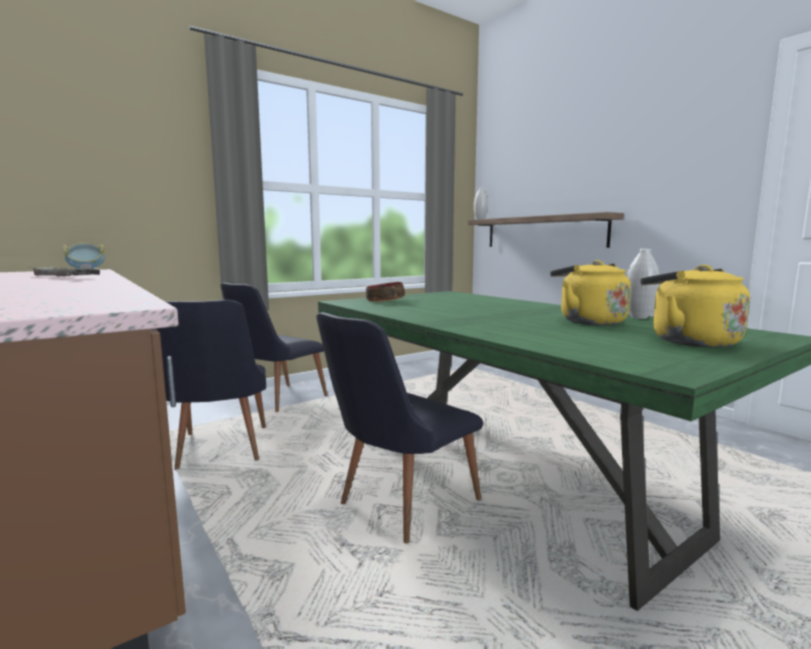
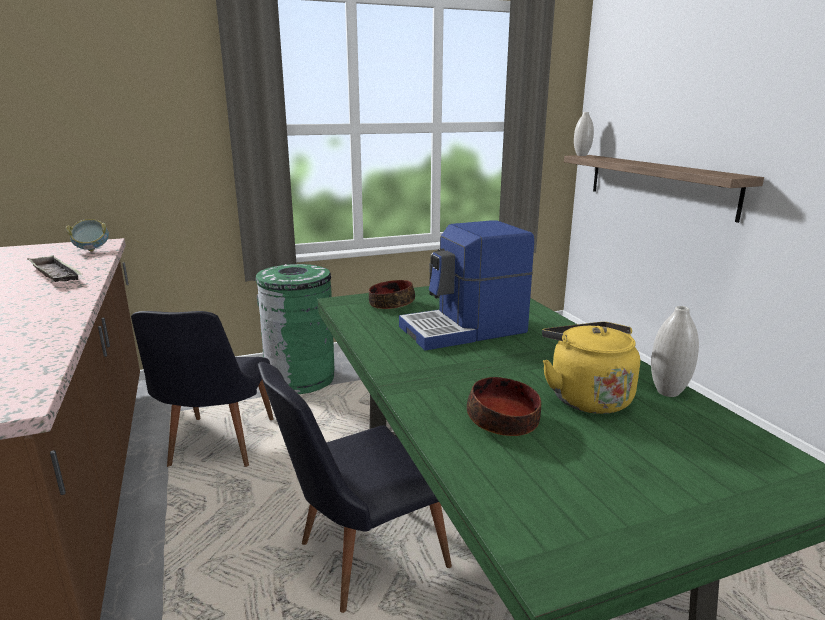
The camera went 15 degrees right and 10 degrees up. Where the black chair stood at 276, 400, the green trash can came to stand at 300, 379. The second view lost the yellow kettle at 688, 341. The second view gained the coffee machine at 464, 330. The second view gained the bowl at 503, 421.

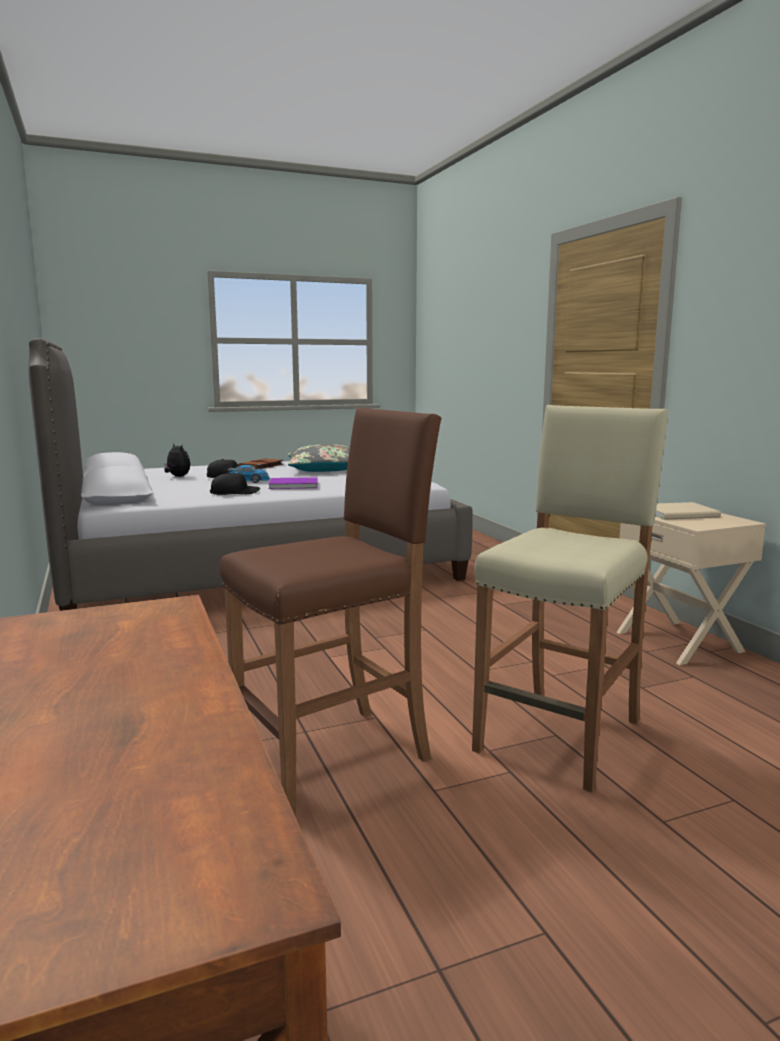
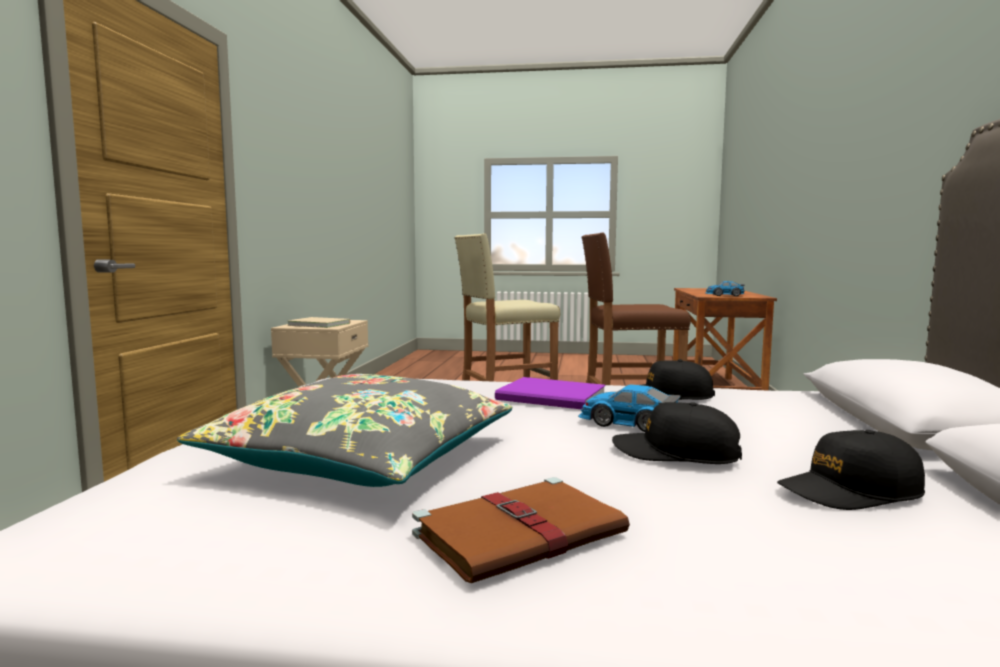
The camera went 150 degrees left and 5 degrees down. Where the plush toy stood at 177, 477, the black cap came to stand at 850, 491. The second view gained the toy car at 724, 295.

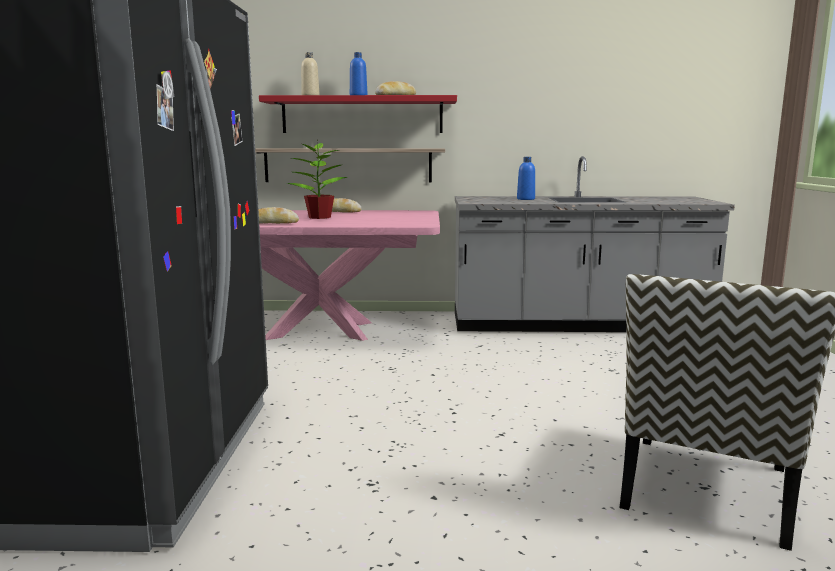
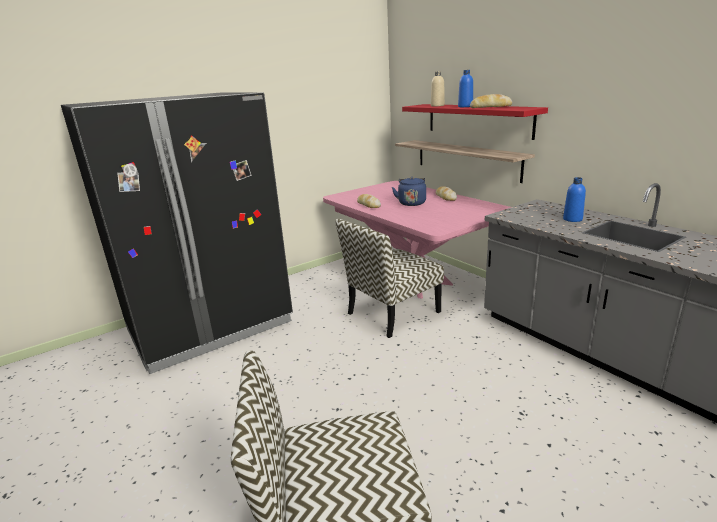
The camera went 55 degrees right and 10 degrees up. Where the potted plant stood at 319, 217, the blue kettle came to stand at 411, 203. The second view gained the chair at 392, 313.

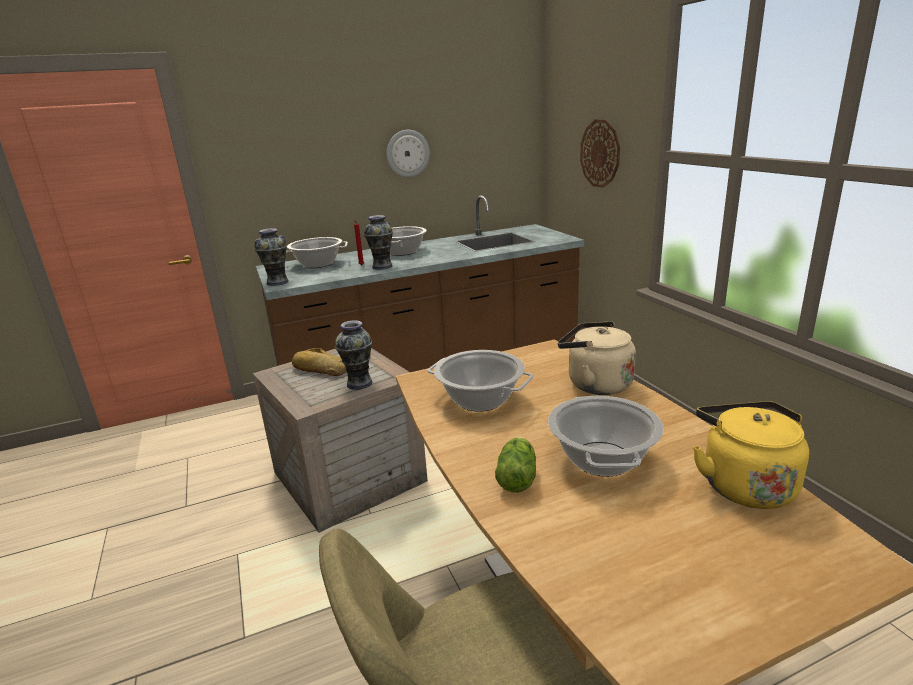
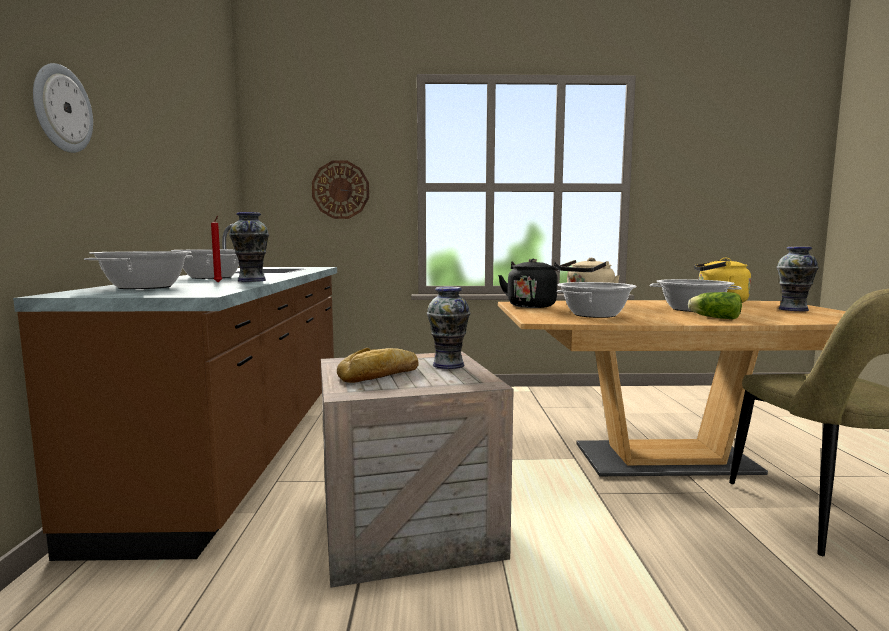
The camera went 70 degrees left and 15 degrees down. The vase ended up elsewhere, having gone from 277, 282 to 793, 309. The wall clock ended up elsewhere, having gone from 407, 153 to 61, 109. The second view gained the black kettle at 531, 306.

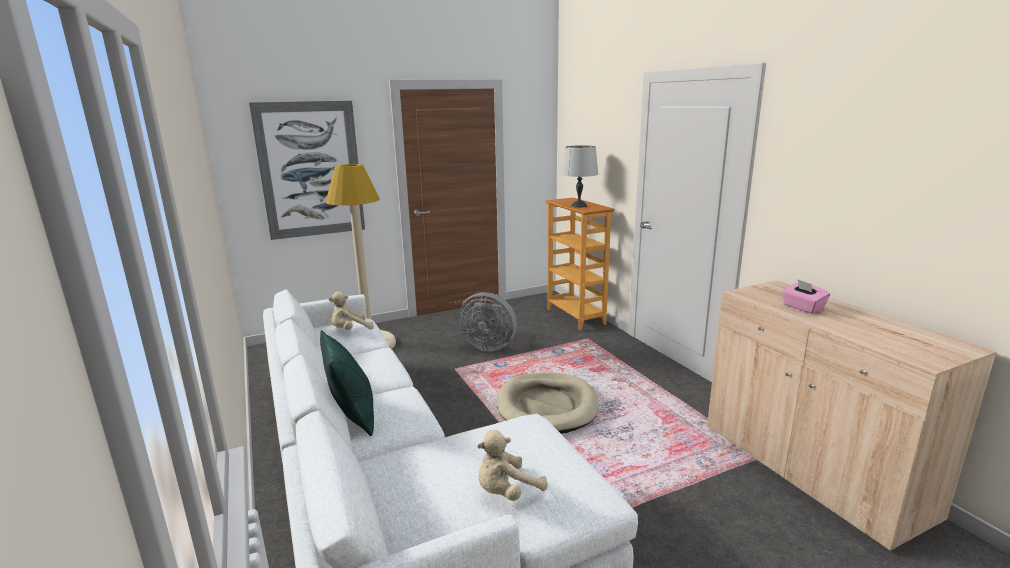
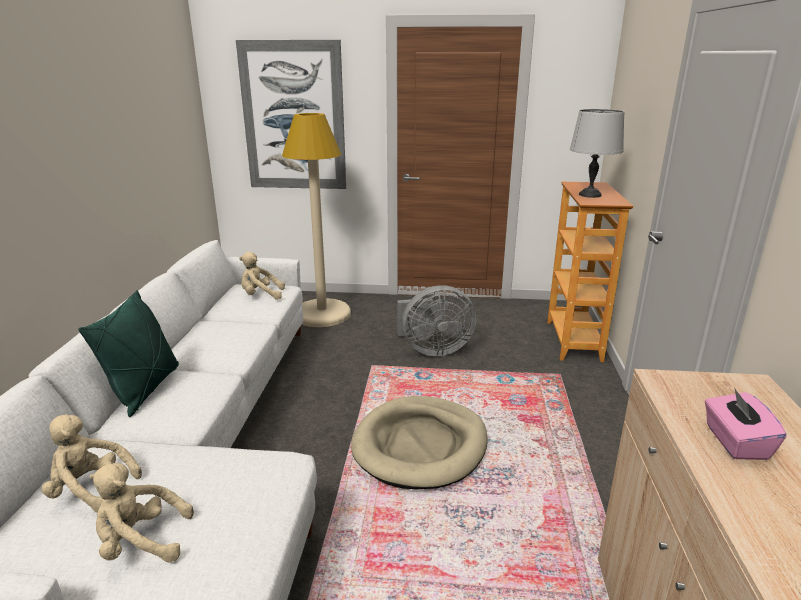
The camera went 30 degrees right and 5 degrees up. The grey fan at 488, 346 ended up facing another way, 60 degrees counterclockwise from before. The second view gained the beige plush toy at 90, 490.

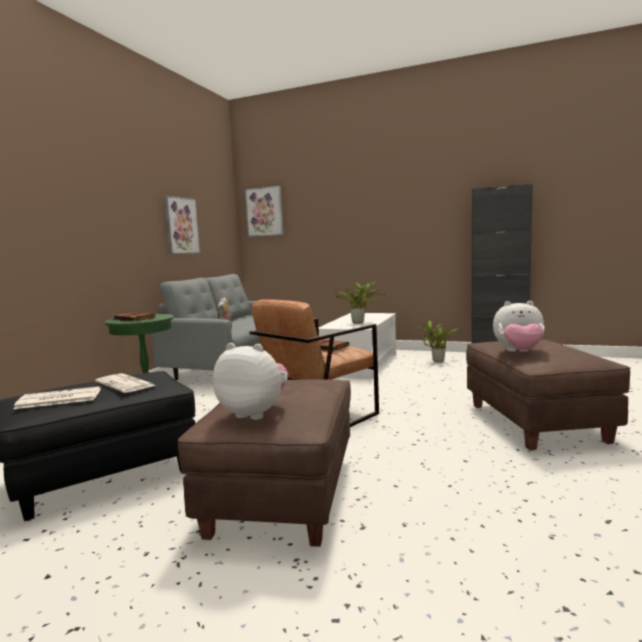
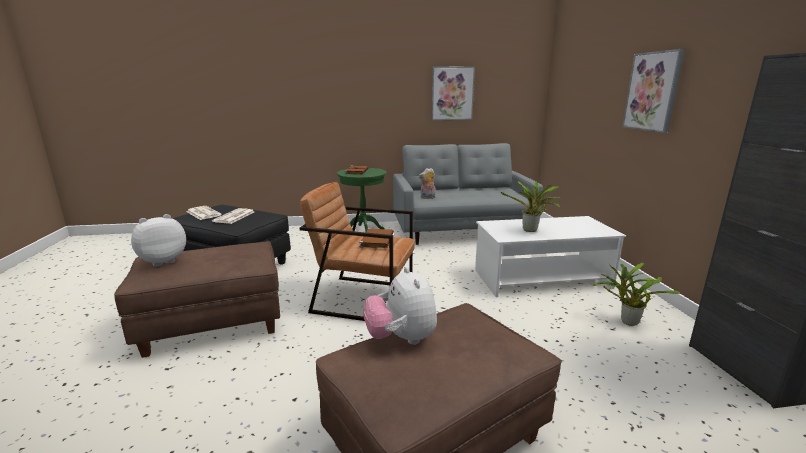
The camera went 60 degrees right and 10 degrees up. The plush toy at 254, 413 ended up facing another way, 120 degrees counterclockwise from before. The picture ended up elsewhere, having gone from 264, 212 to 652, 91.

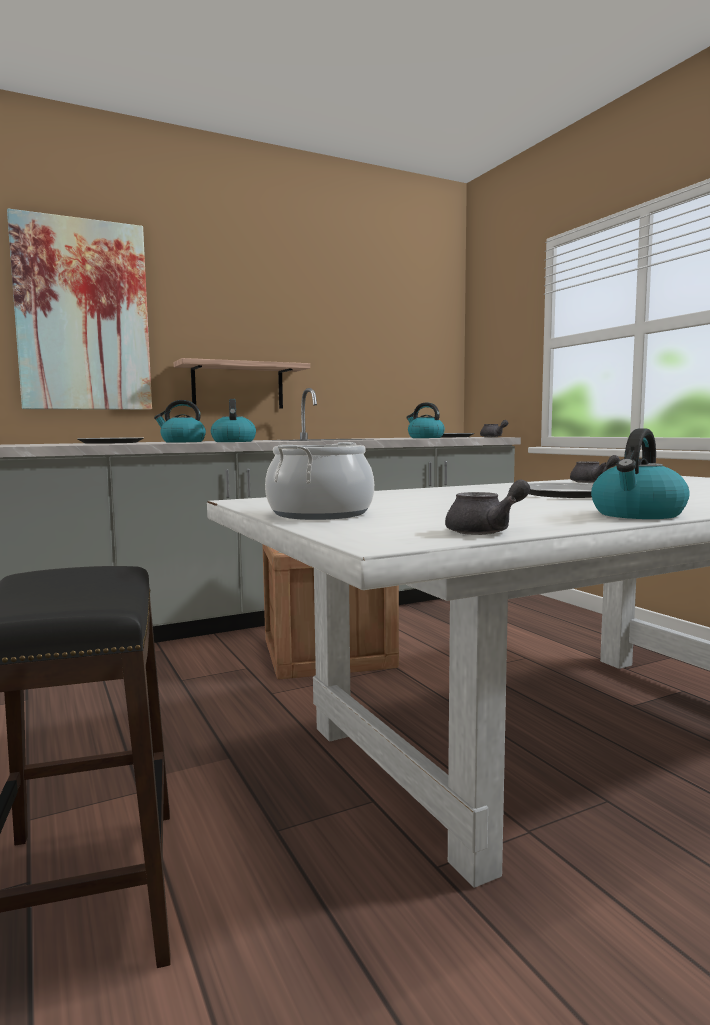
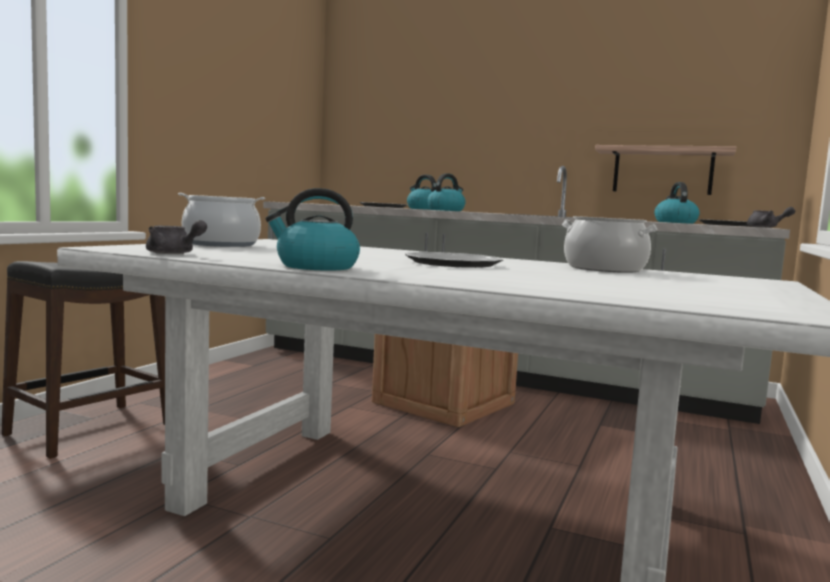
The camera went 50 degrees right and 0 degrees up. The second view lost the picture at 83, 316. The shelf ended up elsewhere, having gone from 238, 386 to 662, 171. Where the grey teapot stood at 593, 482, the cooking pot came to stand at 605, 269.

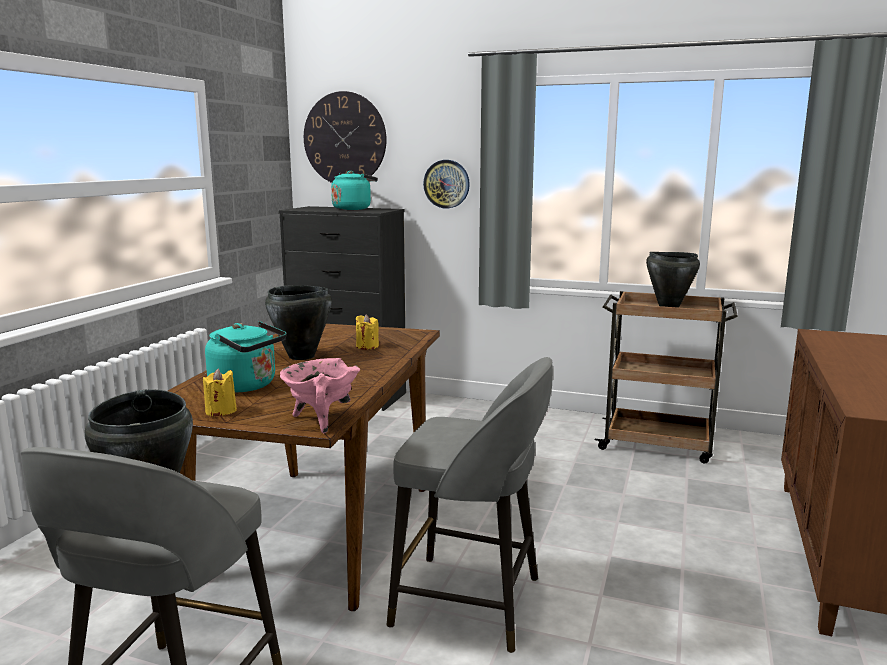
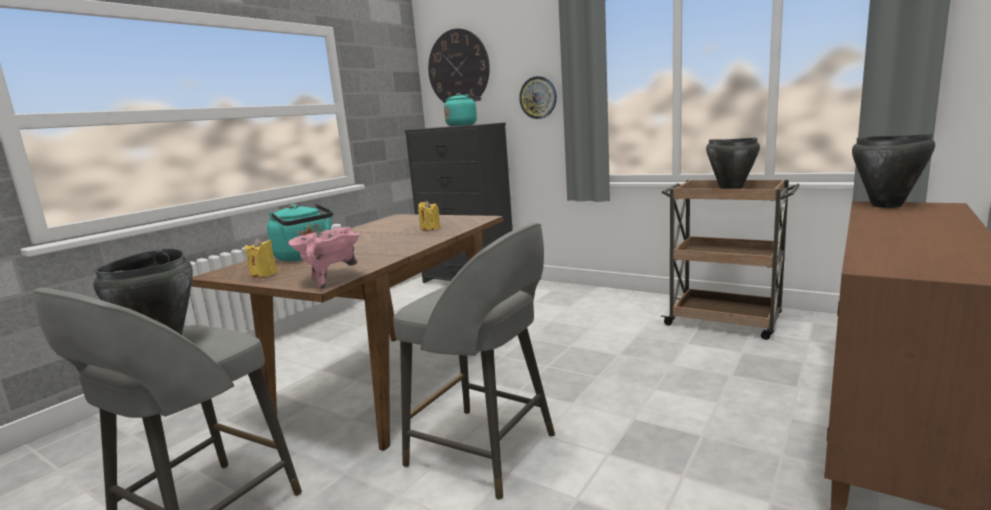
The camera went 15 degrees right and 0 degrees up. The black cooking pot ended up elsewhere, having gone from 301, 356 to 886, 205.

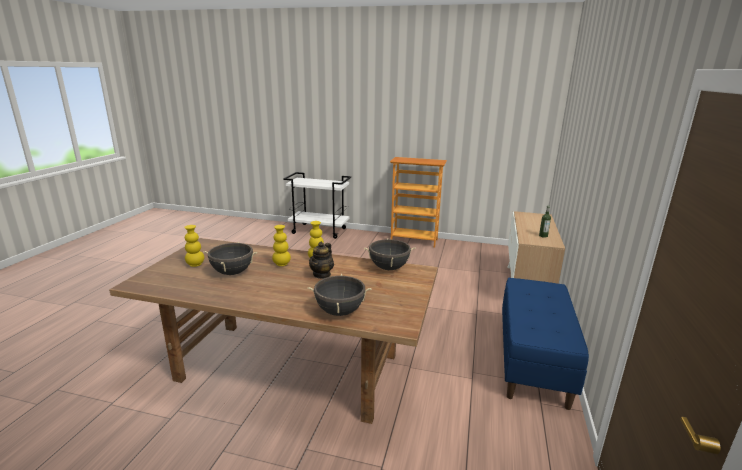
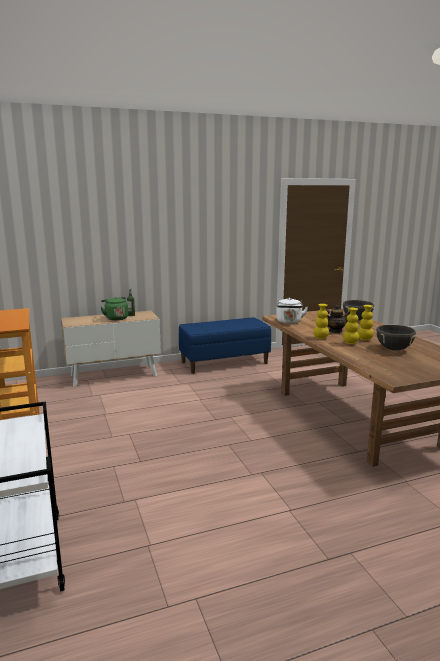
The camera went 125 degrees left and 5 degrees down. The yellow vase ended up elsewhere, having gone from 195, 264 to 365, 339. Where the black cooking pot stood at 389, 268, the white kettle came to stand at 289, 322. The second view gained the green kettle at 115, 318.

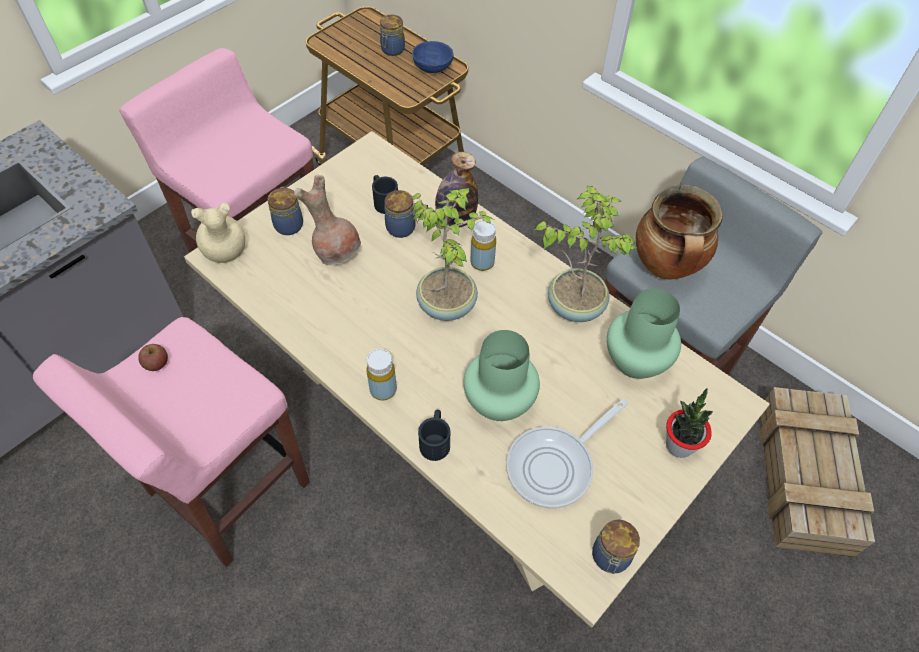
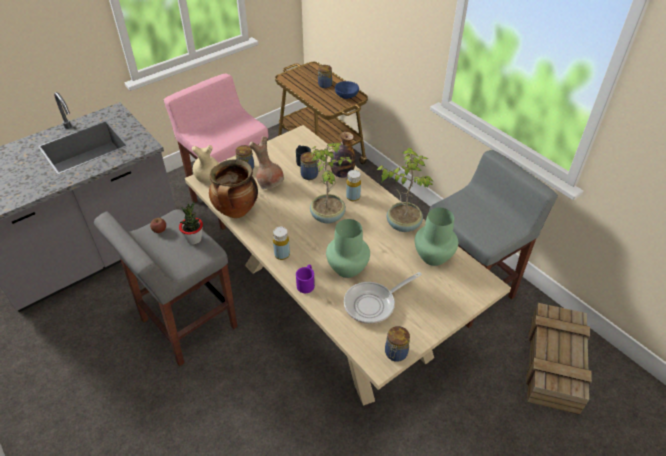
The camera went 10 degrees right and 10 degrees down. What was the pink stool at 226, 489 turned into the grey stool at 187, 324. What was the black mug at 435, 440 turned into the purple mug at 306, 283. The cooking pot ended up elsewhere, having gone from 667, 267 to 236, 211. The potted plant ended up elsewhere, having gone from 679, 445 to 194, 239.

